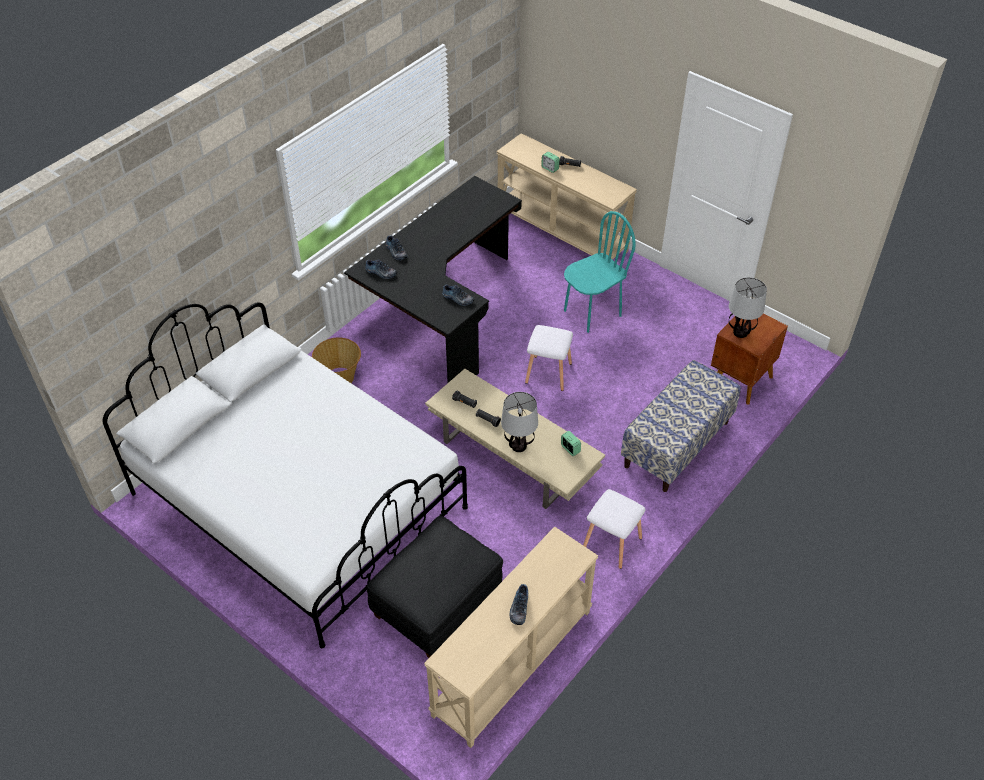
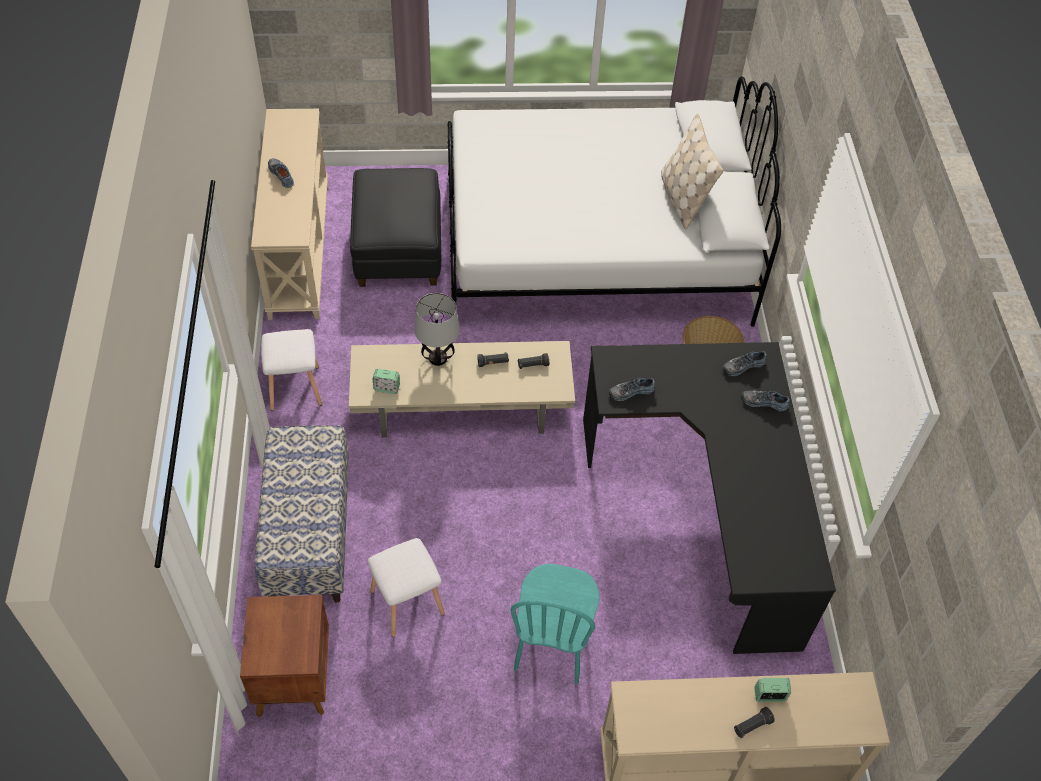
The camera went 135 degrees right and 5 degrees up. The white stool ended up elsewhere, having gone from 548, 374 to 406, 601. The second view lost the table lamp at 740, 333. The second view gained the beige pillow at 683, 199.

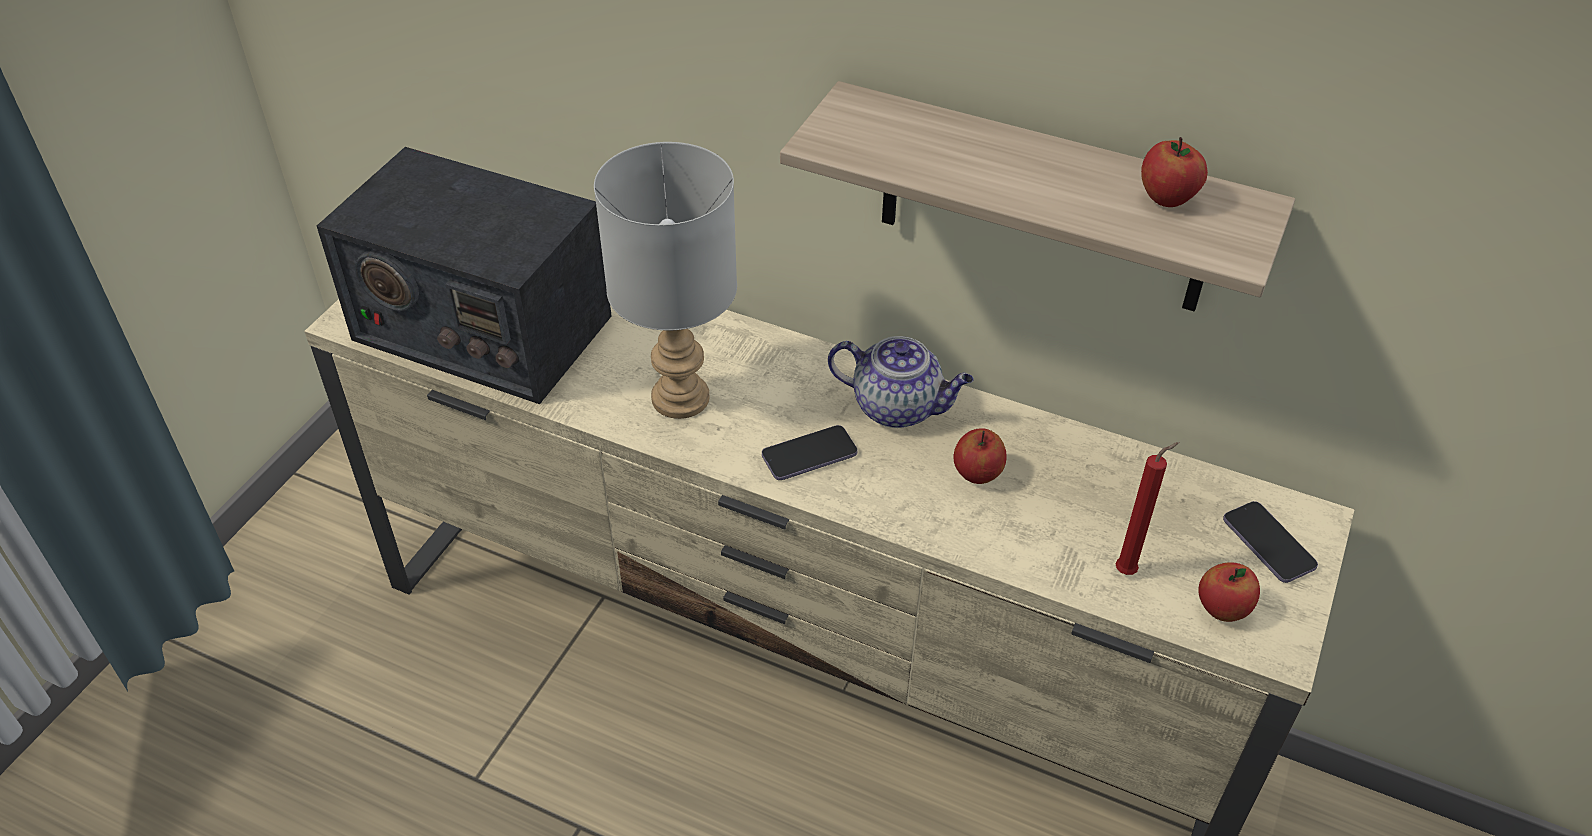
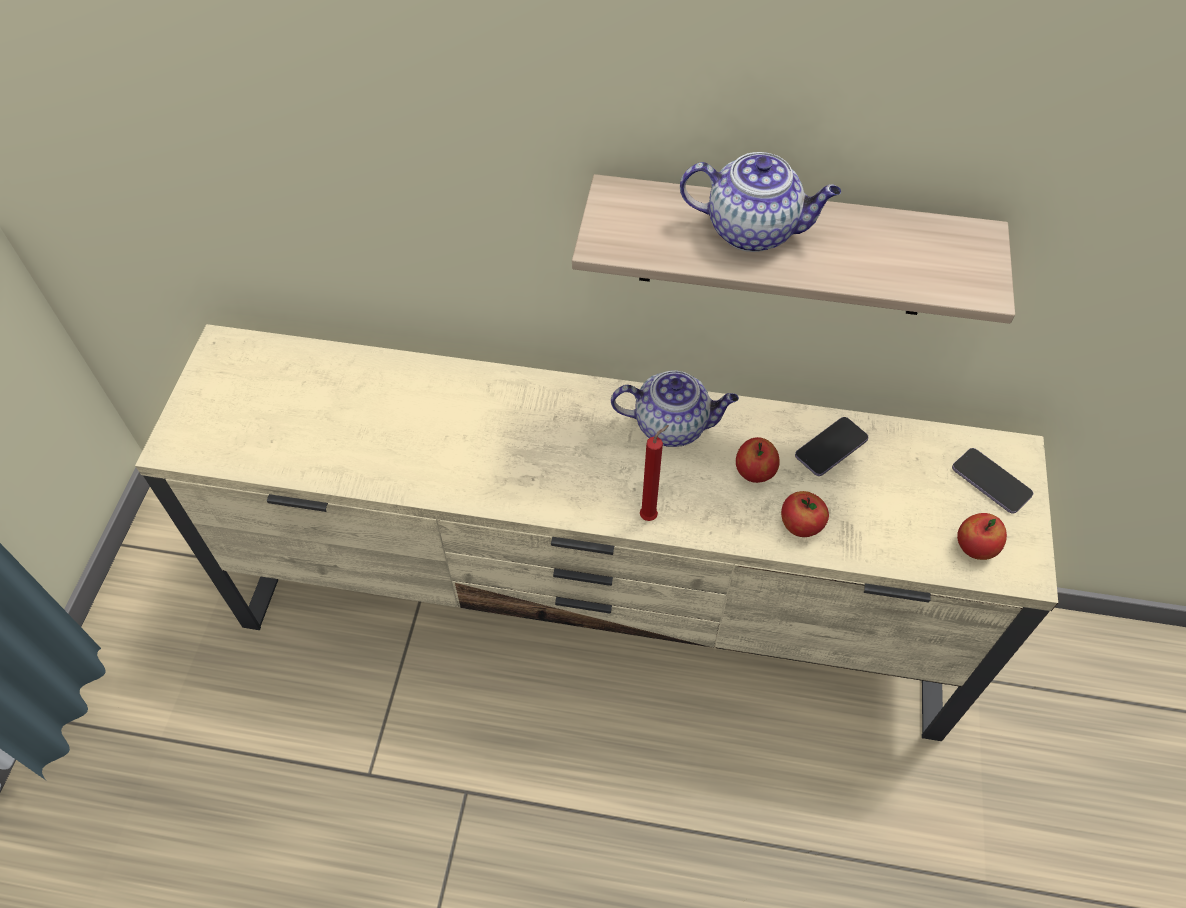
The camera went 15 degrees left and 10 degrees up. The second view lost the radio at 481, 327. The second view lost the grey table lamp at 678, 397. The phone ended up elsewhere, having gone from 809, 455 to 831, 448. The red candle ended up elsewhere, having gone from 1128, 571 to 650, 515. The apple ended up elsewhere, having gone from 1167, 199 to 800, 526. The second view gained the teapot at 754, 230.

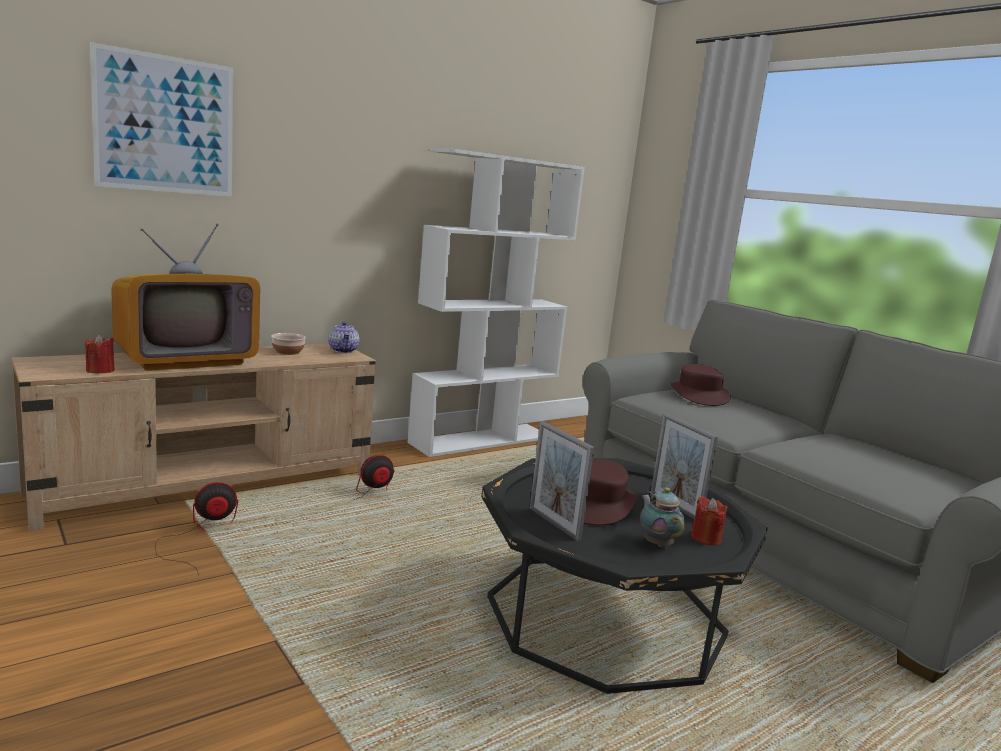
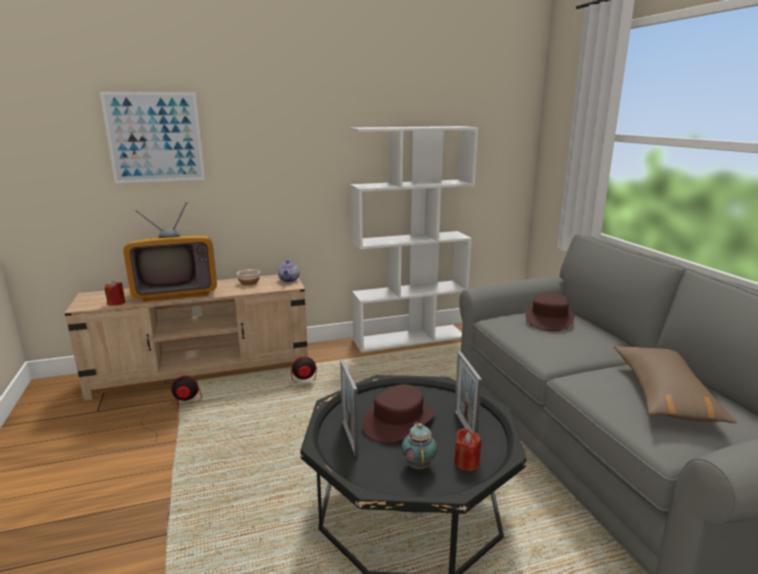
The camera went 20 degrees right and 5 degrees up. The second view gained the brown pillow at 663, 394.

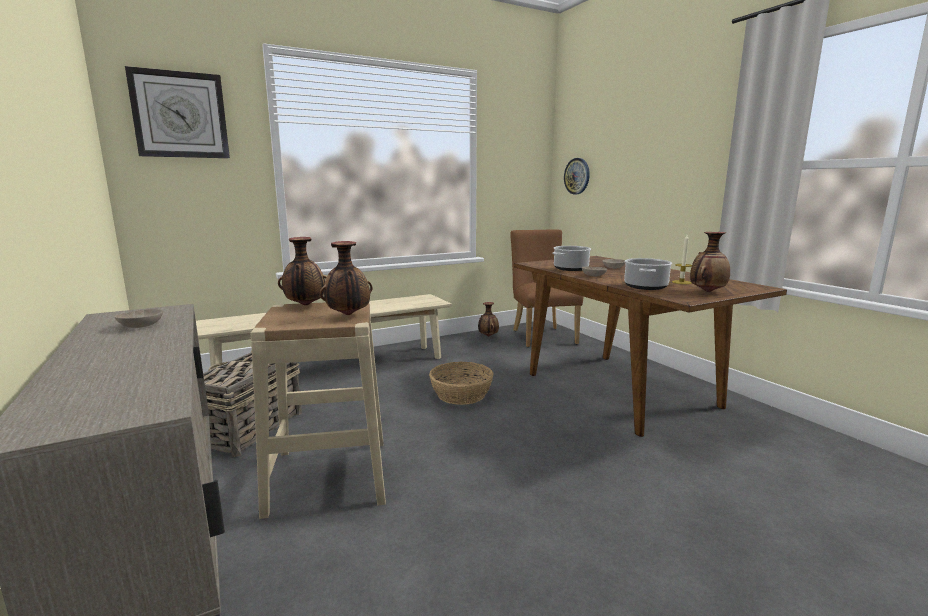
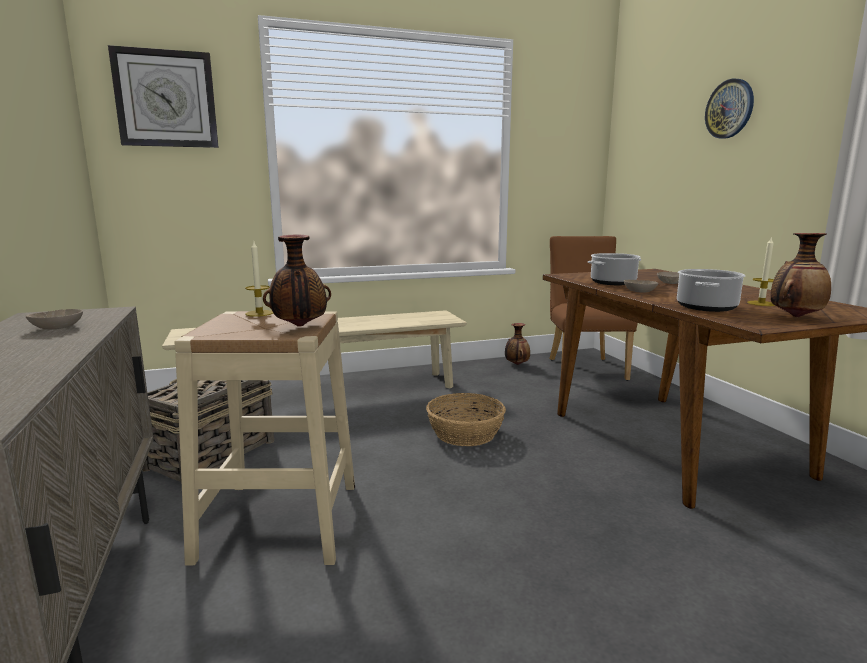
The camera went 10 degrees right and 0 degrees up. Where the vase stood at 305, 305, the candle came to stand at 259, 313. The wall clock ended up elsewhere, having gone from 577, 176 to 729, 109.

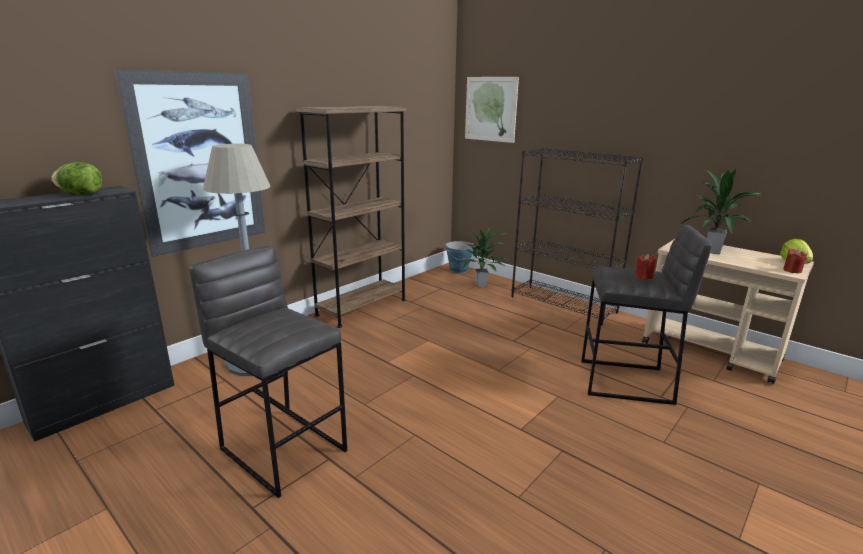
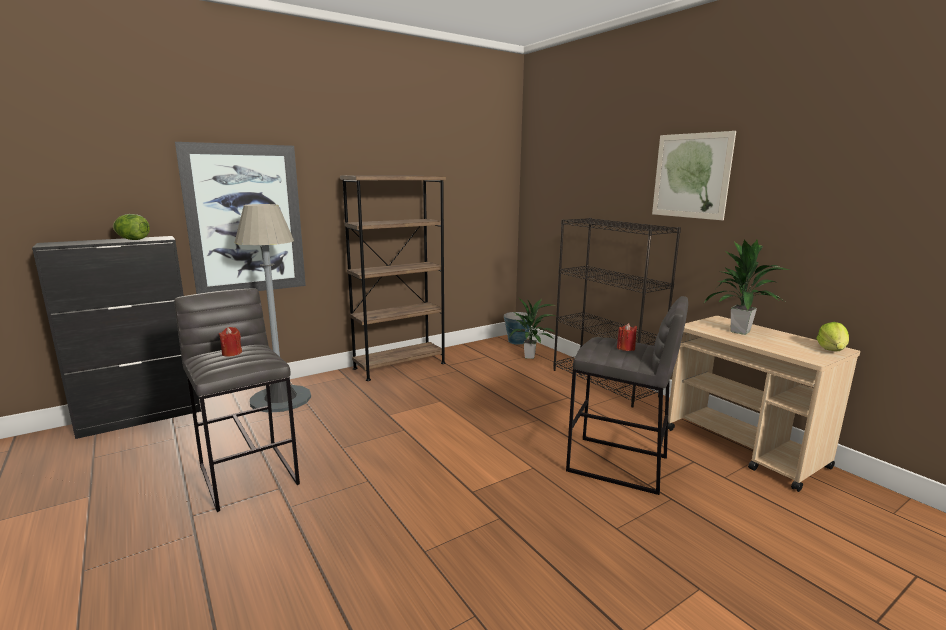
The camera went 15 degrees right and 5 degrees down. The picture ended up elsewhere, having gone from 490, 109 to 691, 176. The red candle ended up elsewhere, having gone from 792, 270 to 232, 353.

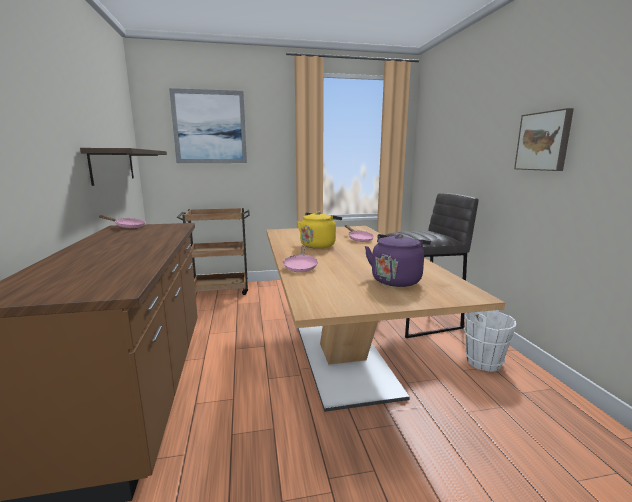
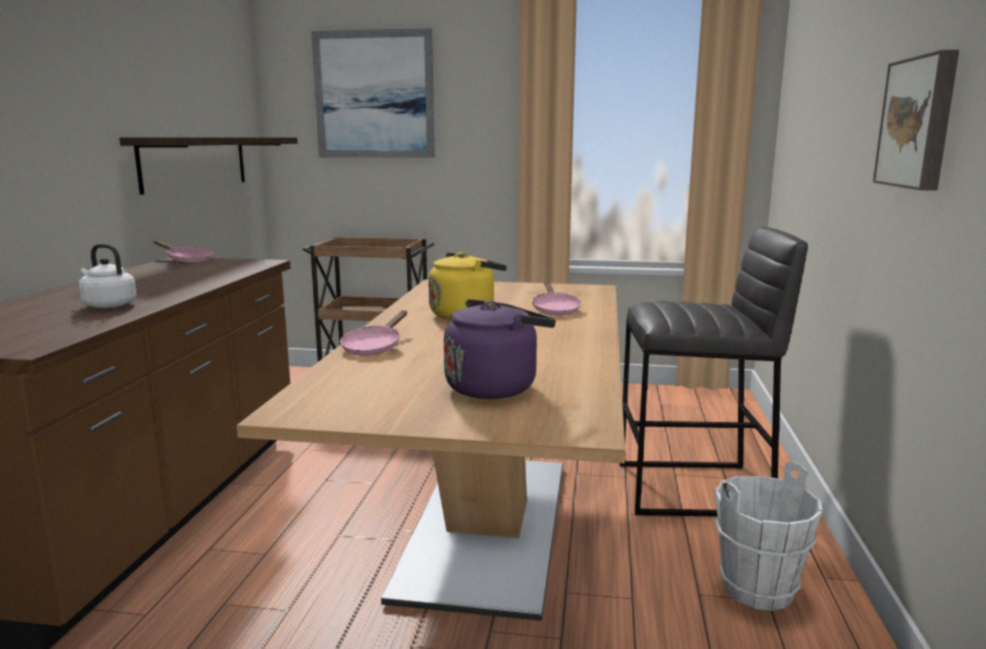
The camera went 20 degrees right and 0 degrees up. The second view gained the white kettle at 108, 305.

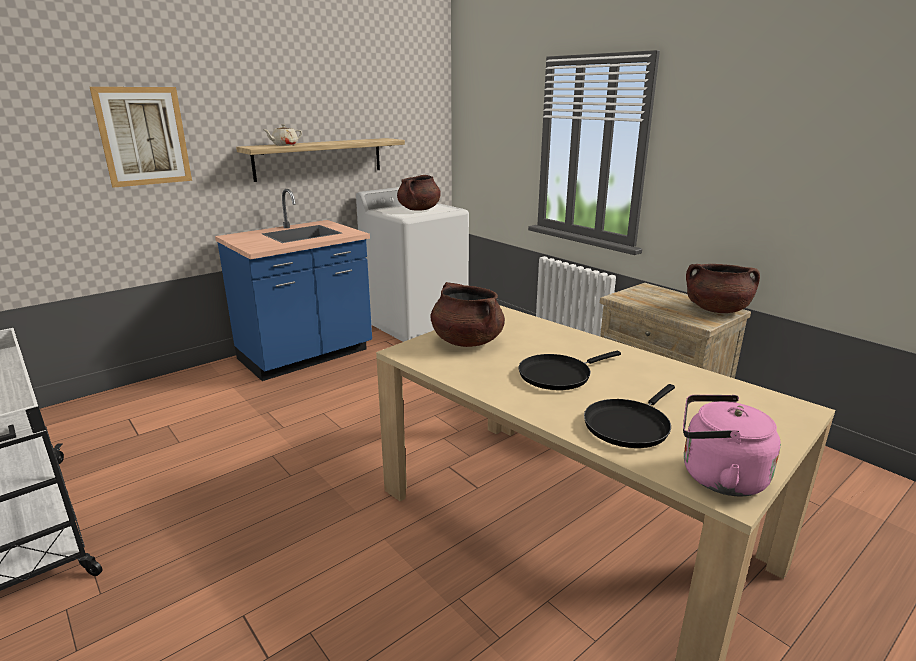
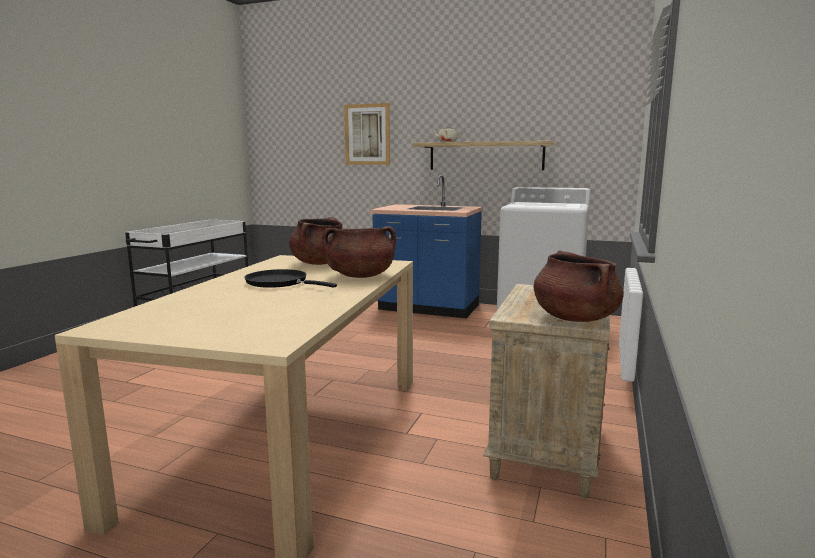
The camera went 60 degrees right and 10 degrees down. The brown cooking pot ended up elsewhere, having gone from 419, 209 to 360, 276. The second view lost the black frying pan at 629, 425. The second view lost the pink kettle at 717, 476.

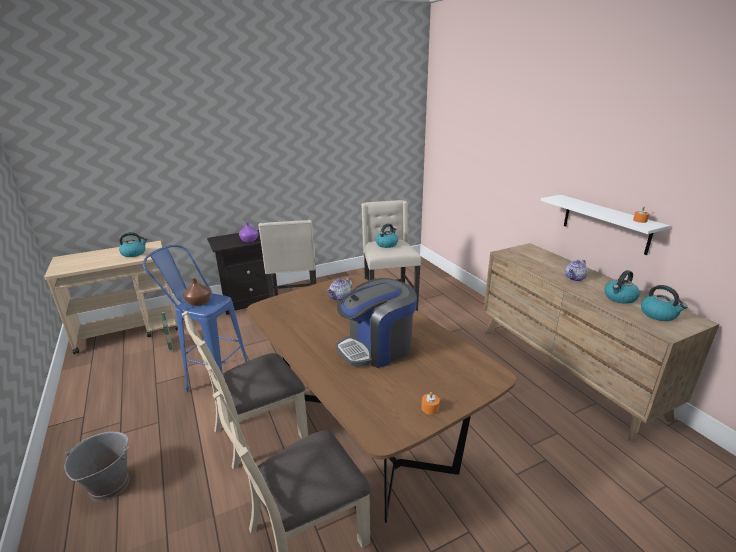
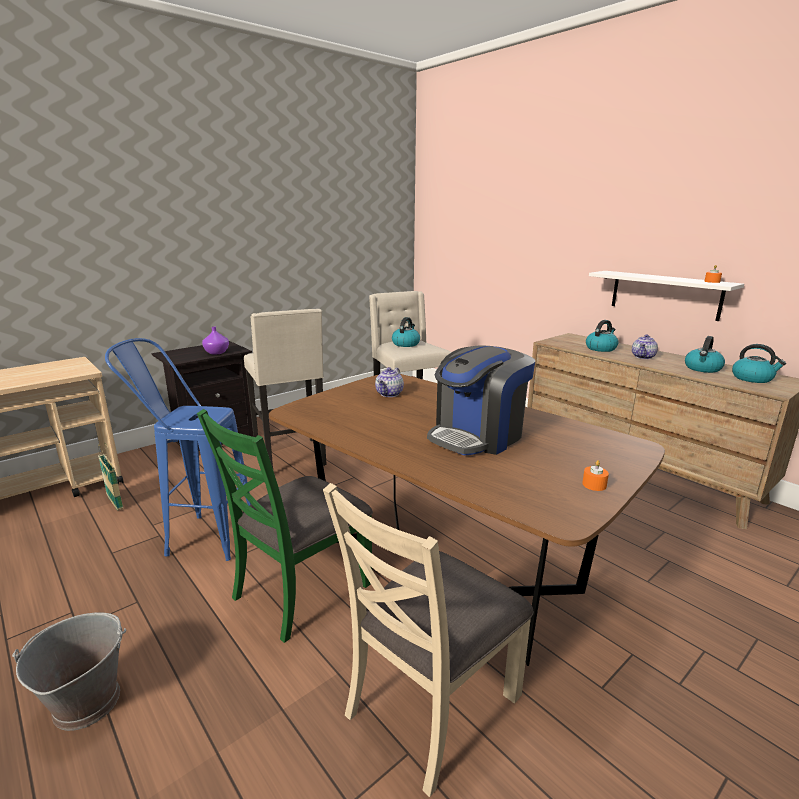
The camera went 15 degrees left and 5 degrees down. The kettle ended up elsewhere, having gone from 134, 253 to 601, 348. What was the beige chair at 259, 432 turned into the green chair at 300, 590. The second view lost the brown vase at 199, 302.

